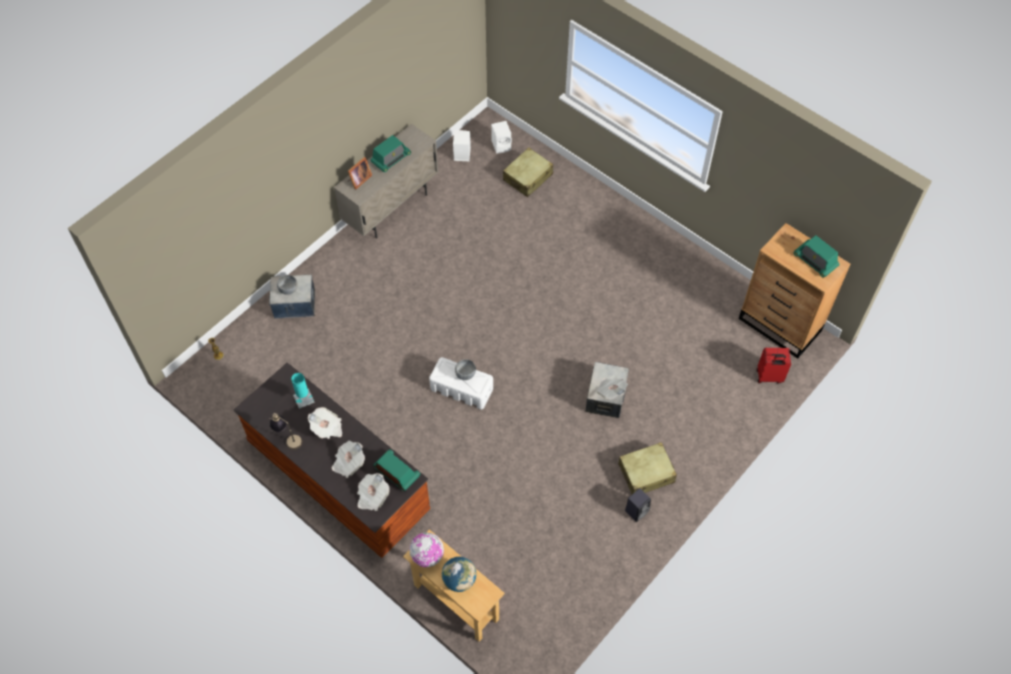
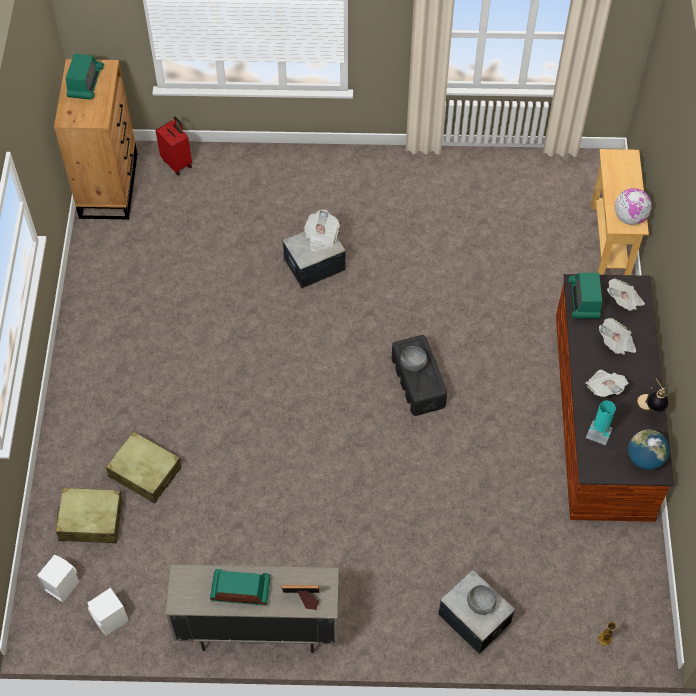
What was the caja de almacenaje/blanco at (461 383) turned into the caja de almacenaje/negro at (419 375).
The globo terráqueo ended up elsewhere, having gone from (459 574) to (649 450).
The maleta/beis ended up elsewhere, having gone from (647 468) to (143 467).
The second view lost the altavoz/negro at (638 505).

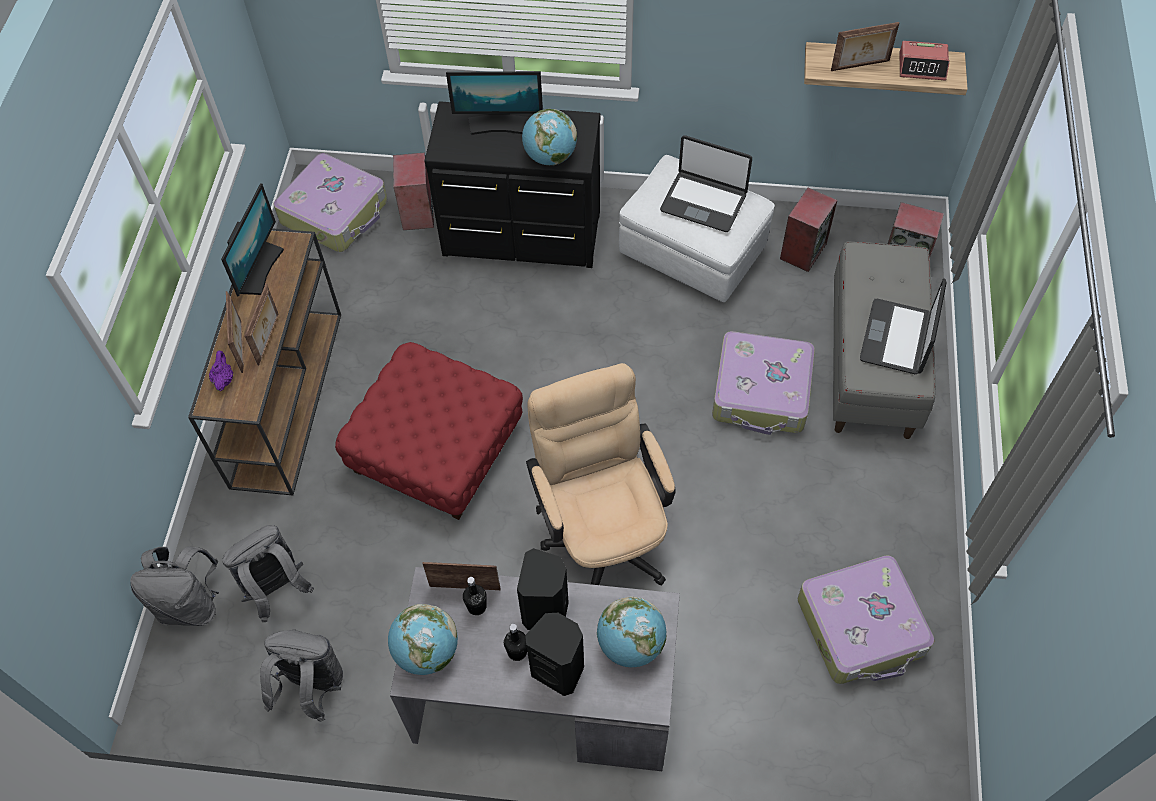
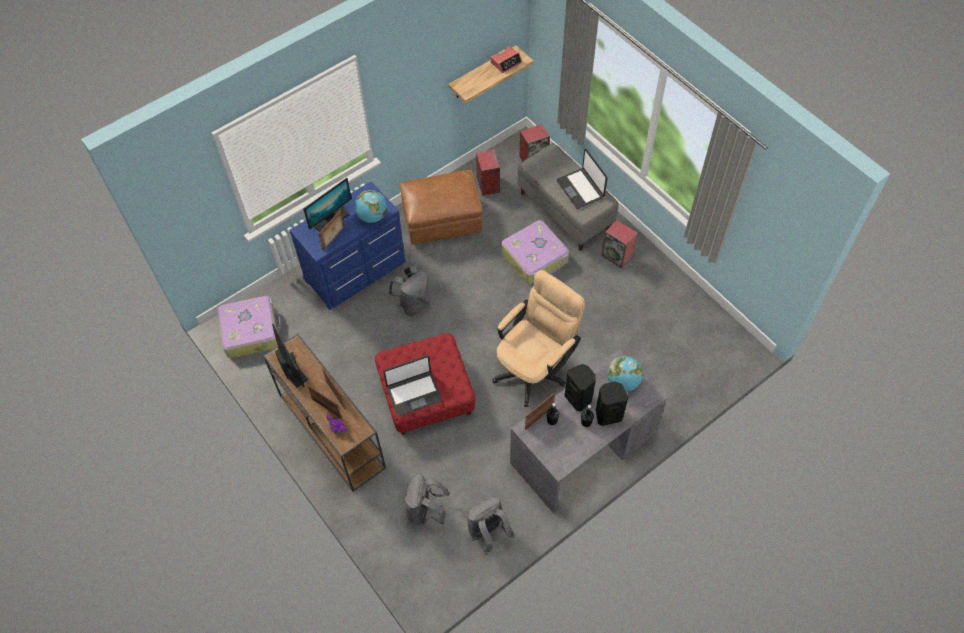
The mochila/gris ended up elsewhere, having gone from (174 586) to (409 290).
The second view lost the globo terráqueo at (423 639).
The altavoz ended up elsewhere, having gone from (413 191) to (619 244).
What was the cómoda/negro at (512 184) turned into the cómoda/azul at (347 245).
The silla de oficina/beis at (601 474) ended up facing another way, 105 degrees clockwise from before.
What was the puf/blanco at (697 228) turned into the puf/marrón at (441 207).
The portátil ended up elsewhere, having gone from (706 183) to (412 385).
The second view lost the maleta at (866 619).
The portarretratos ended up elsewhere, having gone from (865 46) to (332 230).

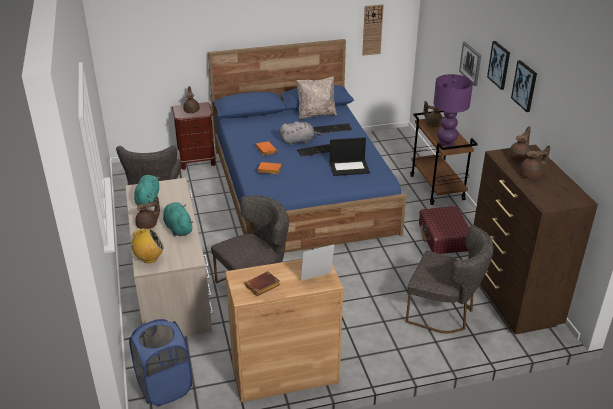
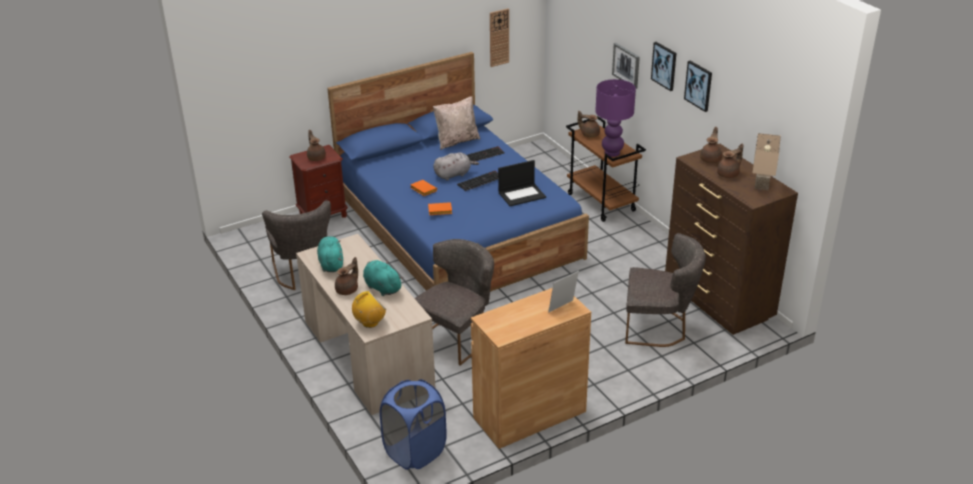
The second view lost the libro/marrón at (262 283).
The second view lost the maleta/rojo at (444 230).
The second view gained the lámpara de mesa/beis at (767 161).

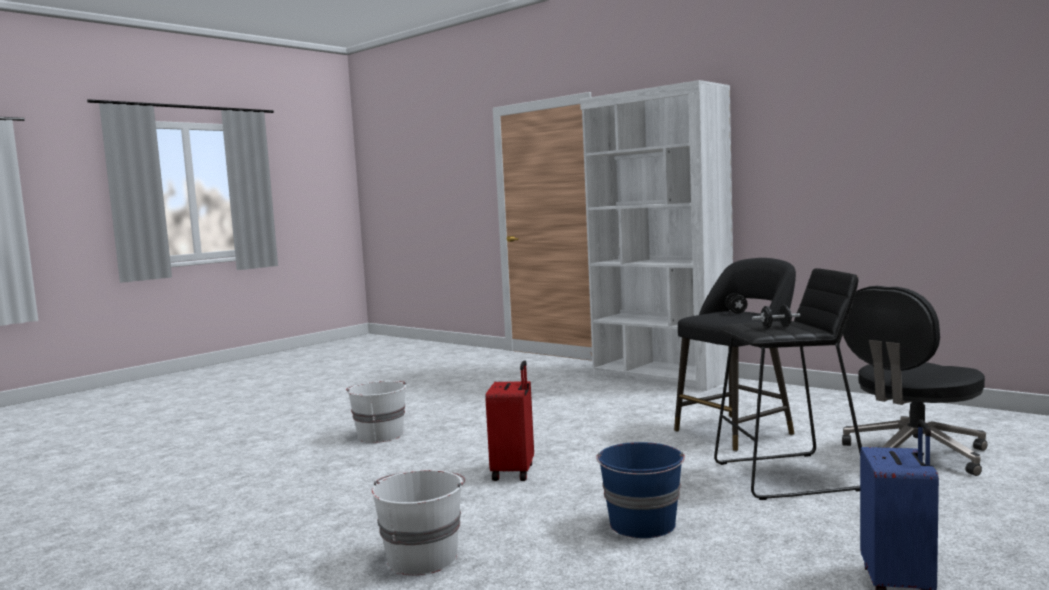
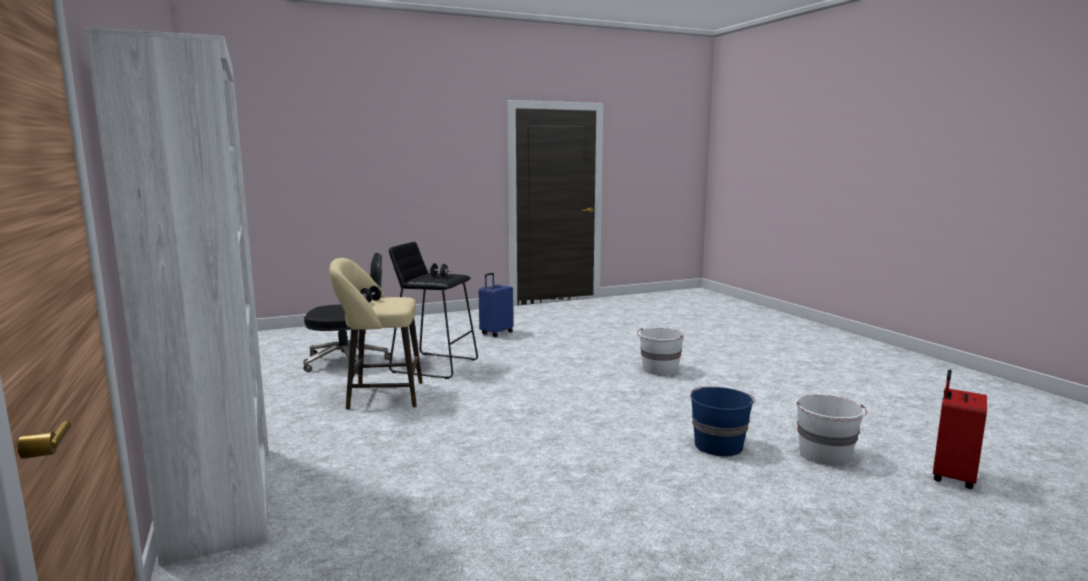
The cubo/blanco ended up elsewhere, having gone from (376 412) to (831 430).
The maleta/rojo ended up elsewhere, having gone from (509 420) to (960 429).
The cubo/azul ended up elsewhere, having gone from (640 490) to (722 422).
What was the taburete/negro at (735 355) turned into the taburete/beis at (376 334).

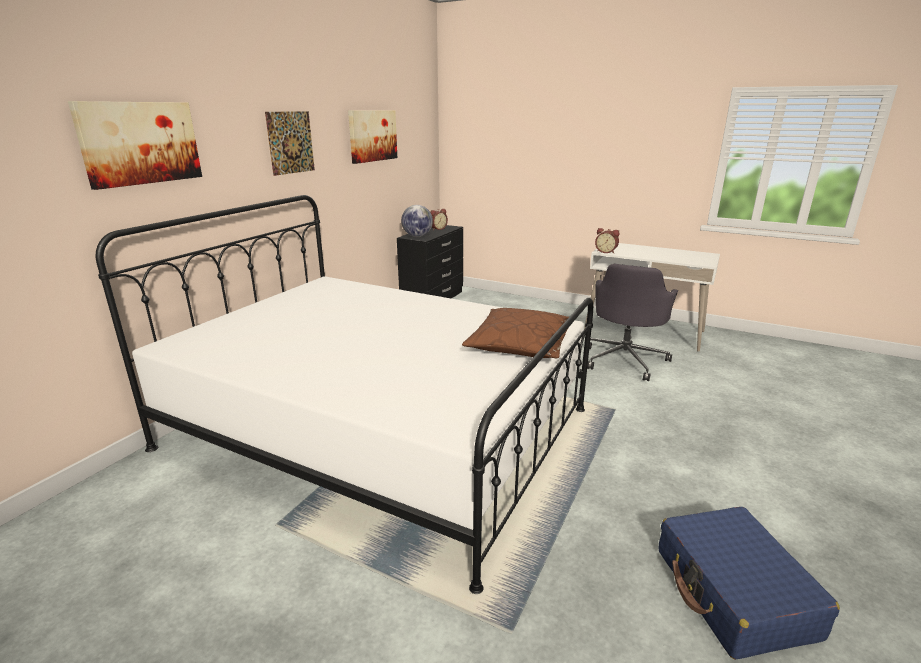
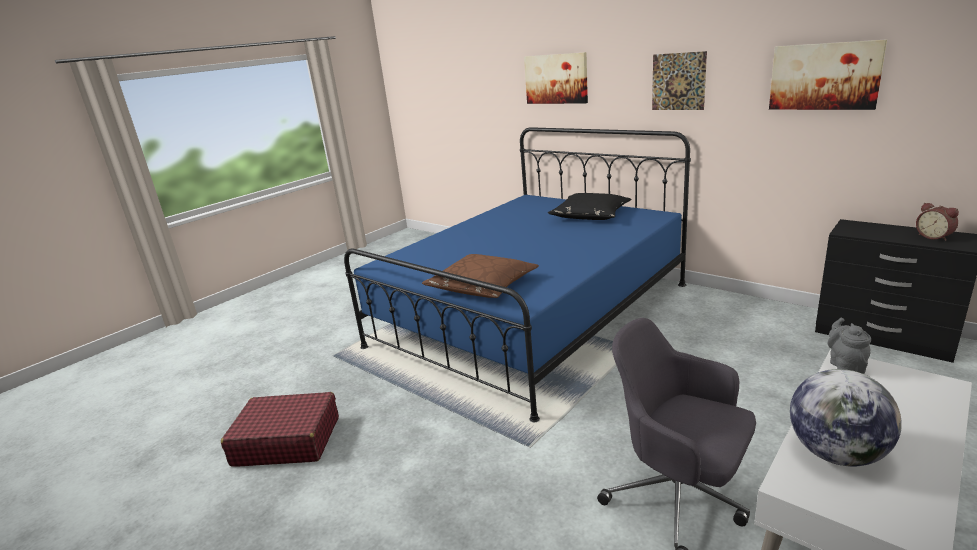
What was the cama/blanco at (344 394) turned into the cama/azul at (517 274).
The globo terráqueo ended up elsewhere, having gone from (417 221) to (846 417).
Where the despertador stood at (607 240), the tetera/gris came to stand at (849 346).
What was the maleta/azul at (749 583) turned into the maleta/rojo at (280 429).
The second view gained the cojín/negro at (589 206).

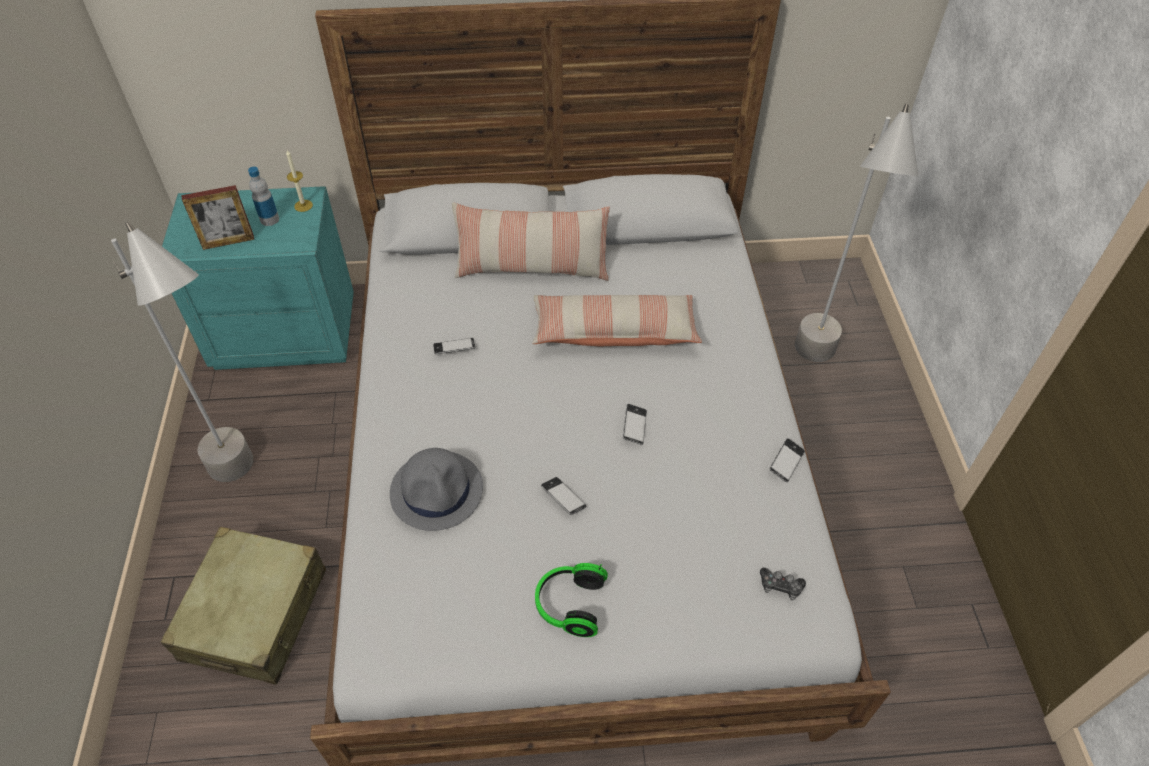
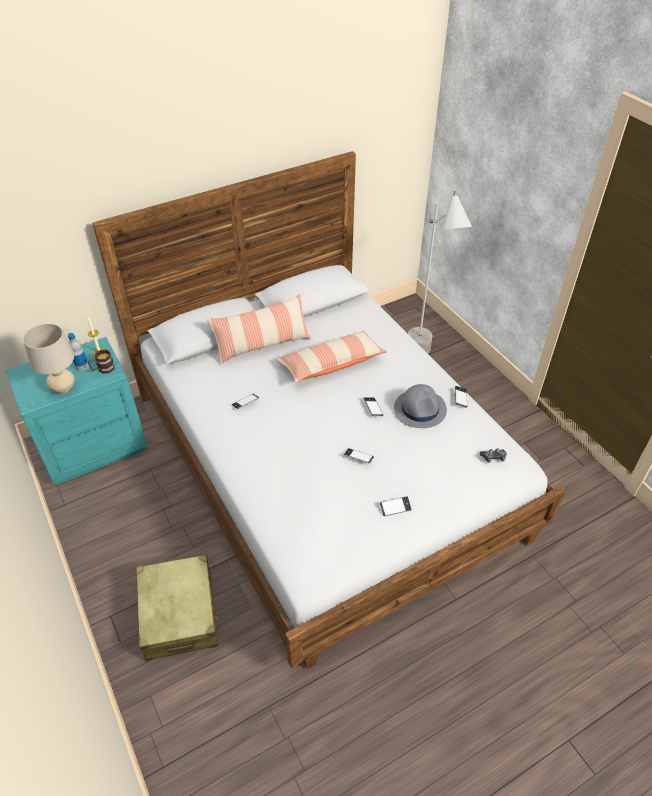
The second view lost the lámpara de pie/gris at (182 351).
Where the portarretratos stood at (217 217), the lámpara de mesa/beis came to stand at (48 358).
The sombrero/gris ended up elsewhere, having gone from (436 489) to (420 406).
Where the auriculares stood at (571 600), the móvil came to stand at (395 506).
The second view gained the taza grande at (101 361).

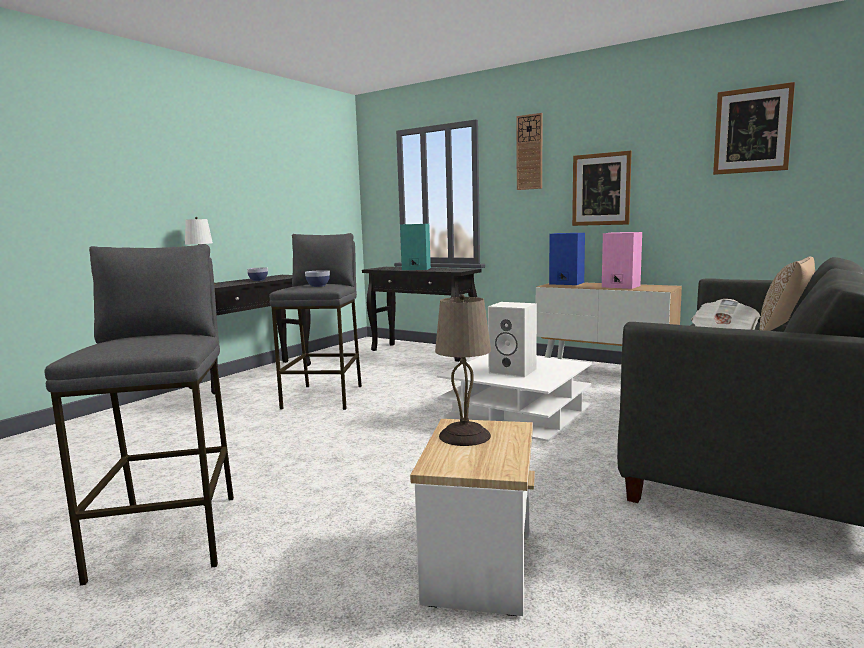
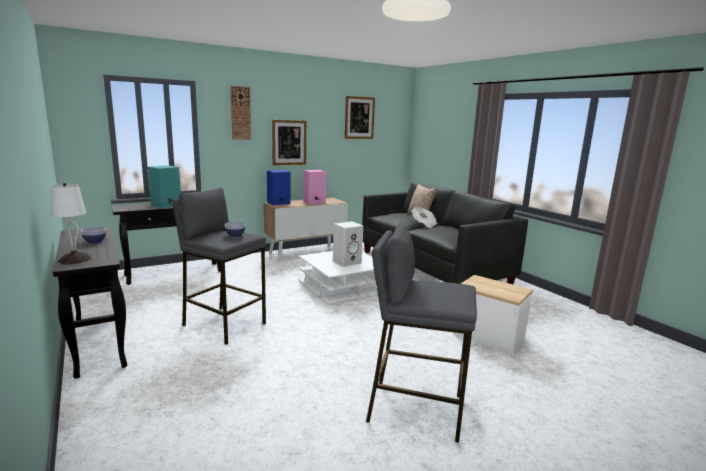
The second view lost the lámpara de mesa/beis at (463 370).

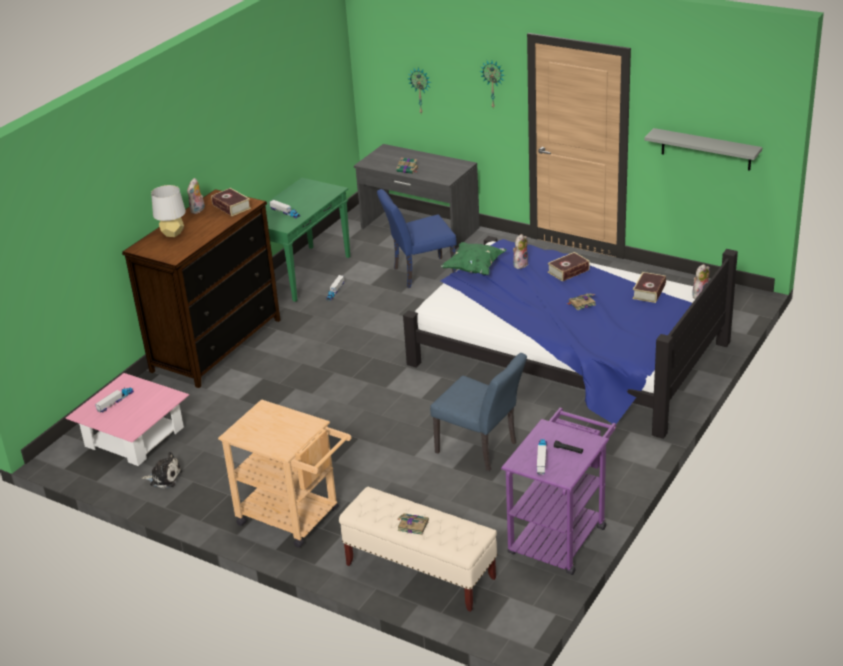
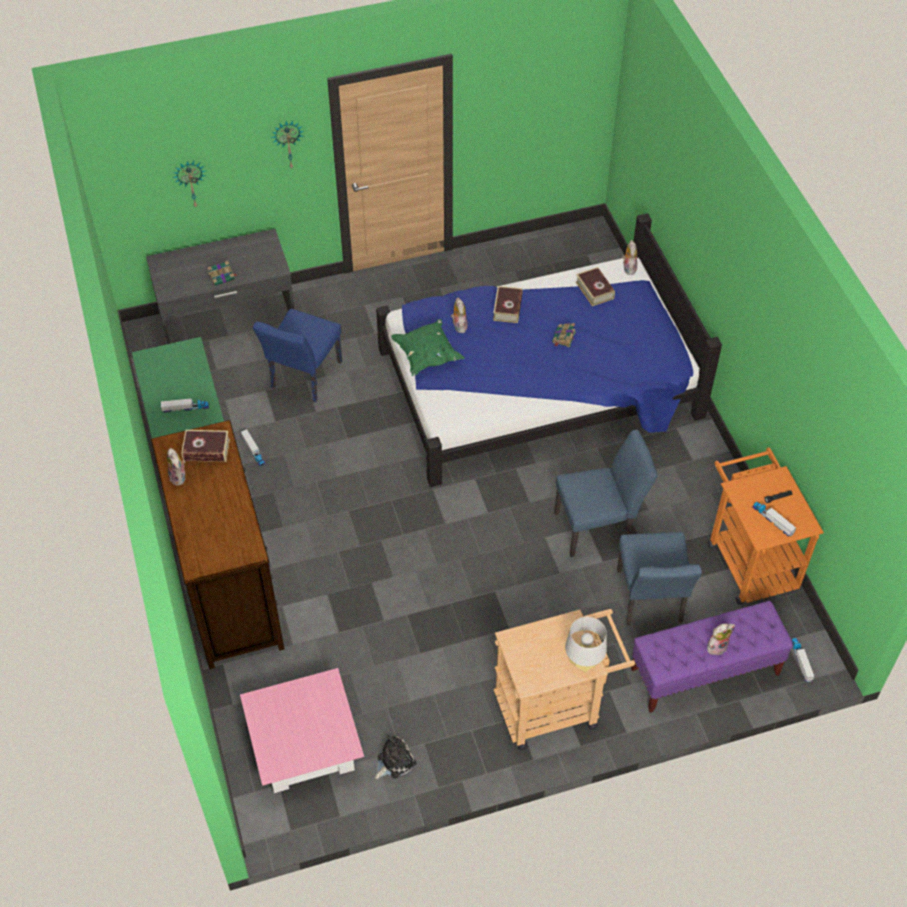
The camión de juguete ended up elsewhere, having gone from (114 400) to (803 660).
The lámpara de mesa/gris ended up elsewhere, having gone from (168 211) to (586 644).
What was the banco/beis at (418 549) turned into the banco/morado at (712 657).
Where the libro stood at (413 524), the peluche came to stand at (721 639).
What was the carrito/morado at (558 491) turned into the carrito/naranja at (766 526).
The second view lost the estante/gris at (703 149).
The second view gained the silla/azul at (659 579).

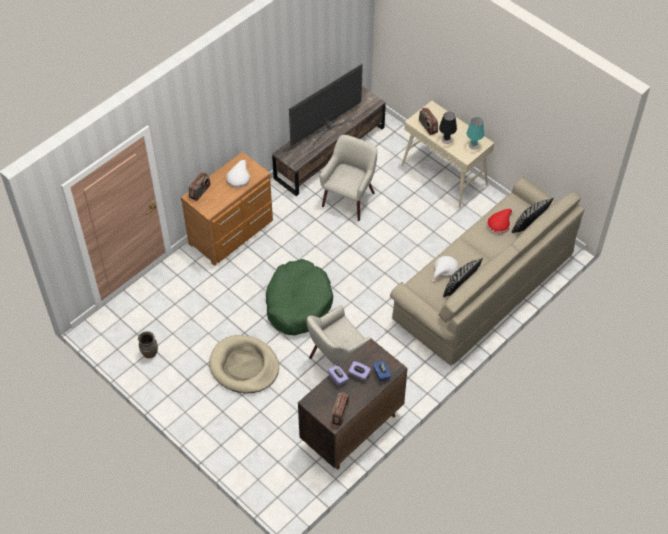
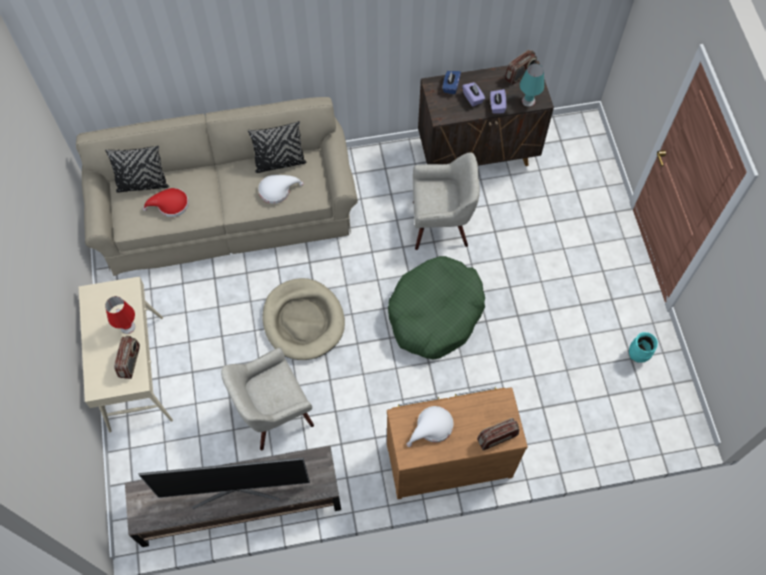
What was the florero/marrón at (148 344) turned into the florero/turquesa at (643 347).
The cama para perro/beis ended up elsewhere, having gone from (244 364) to (303 319).
What was the lámpara de mesa/negro at (448 128) turned into the lámpara de mesa/rojo at (120 315).
The lámpara de mesa/turquesa ended up elsewhere, having gone from (475 133) to (532 85).

